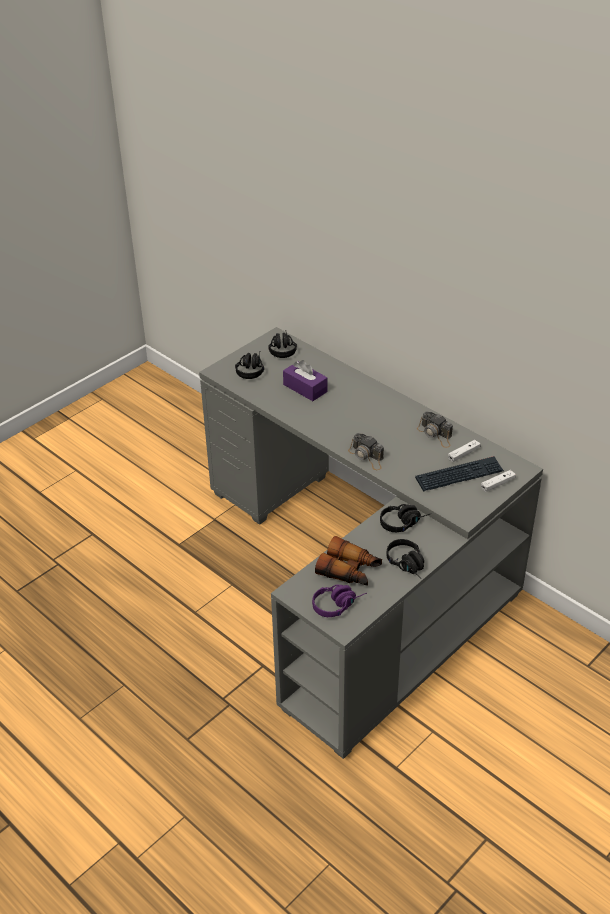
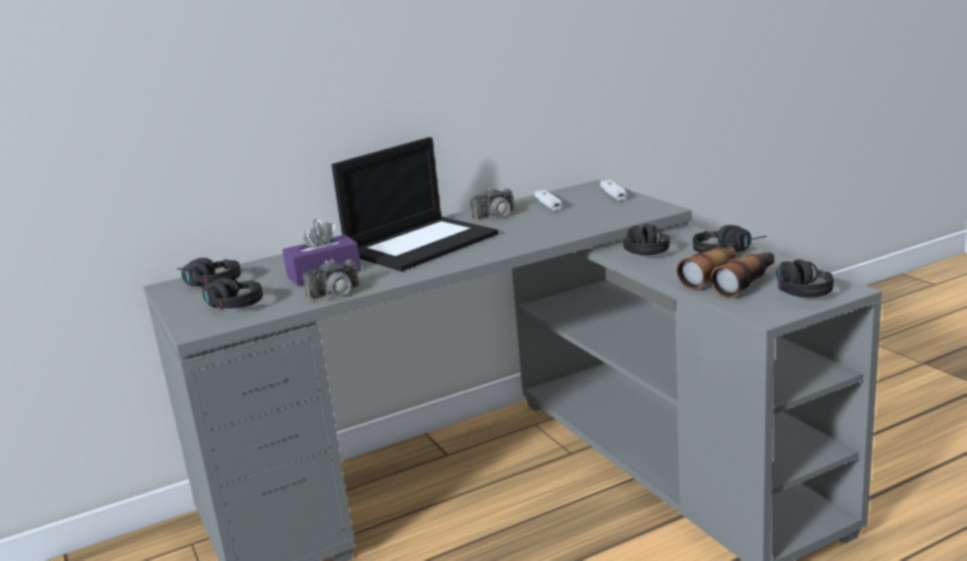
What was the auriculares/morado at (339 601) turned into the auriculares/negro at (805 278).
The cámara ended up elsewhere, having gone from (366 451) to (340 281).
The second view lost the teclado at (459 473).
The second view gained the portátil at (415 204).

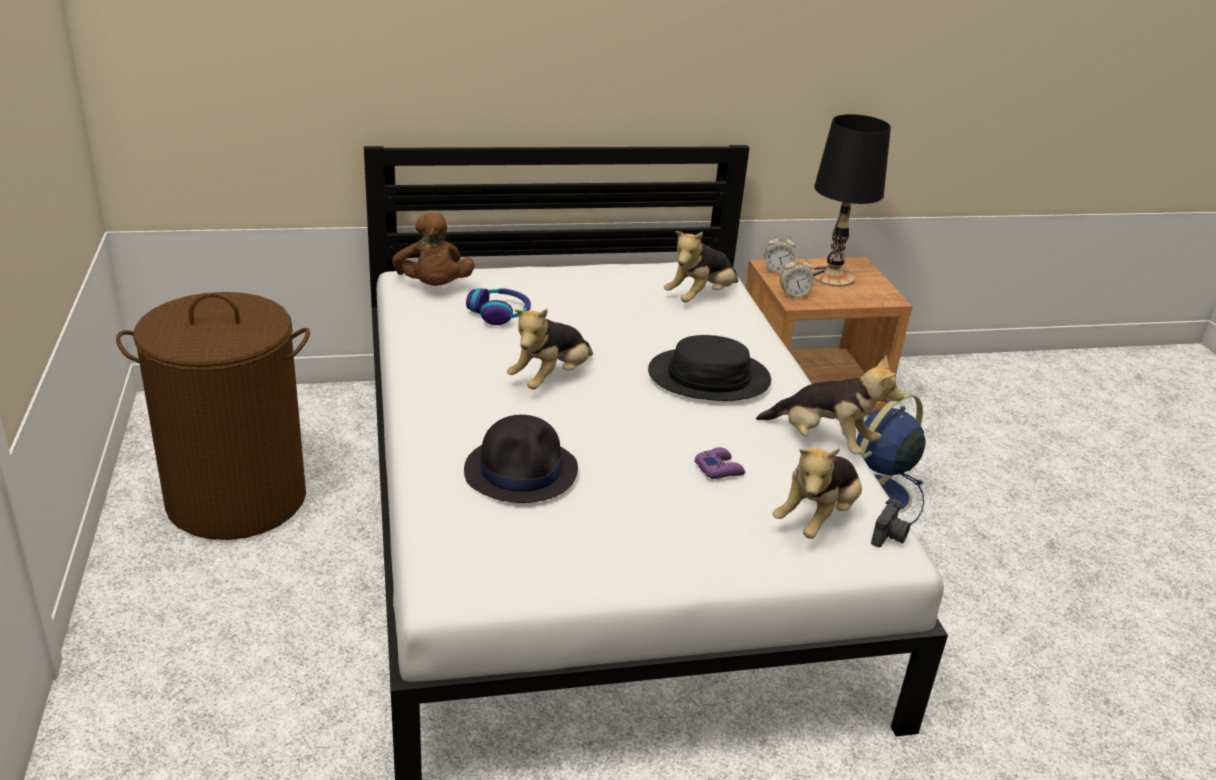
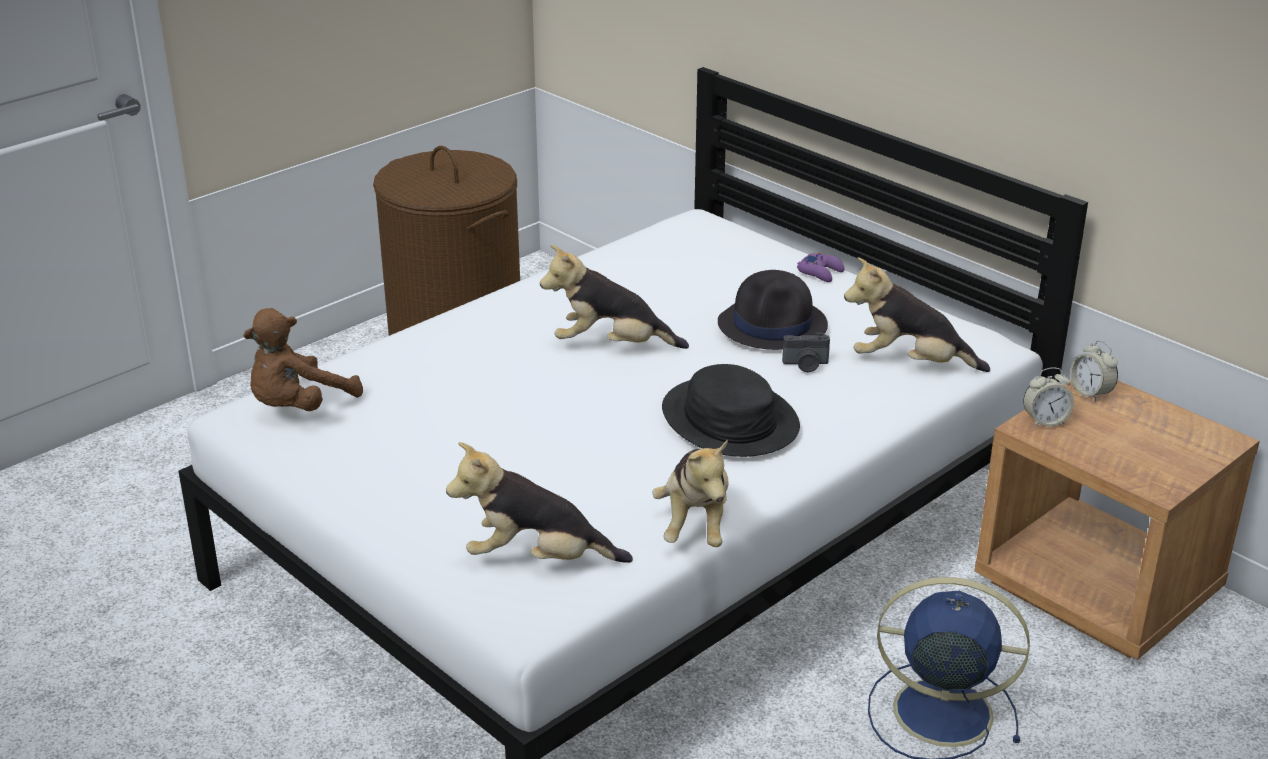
The peluche/marrón ended up elsewhere, having gone from (433 249) to (303 359).
The sombrero/negro ended up elsewhere, having gone from (521 459) to (773 310).
The second view lost the auriculares at (498 306).
The mando de consola/morado ended up elsewhere, having gone from (719 463) to (821 267).
The despertador at (797 277) ended up facing another way, 60 degrees counterclockwise from before.
The second view lost the lámpara de mesa/negro at (851 200).
The cámara ended up elsewhere, having gone from (891 522) to (806 352).

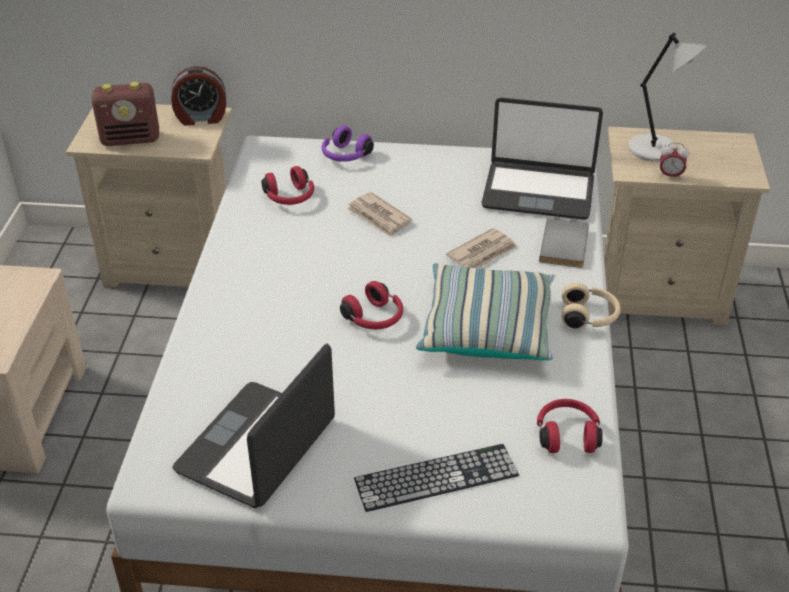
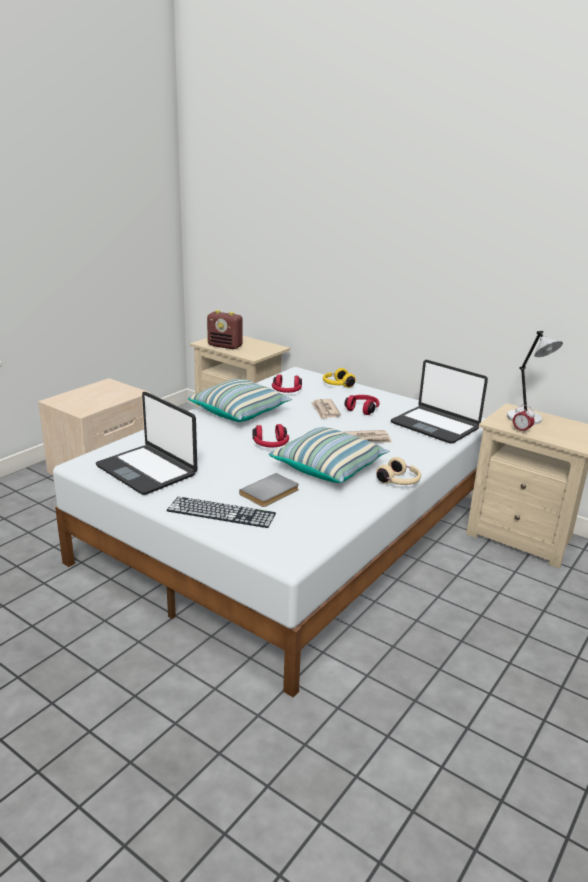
The second view lost the despertador at (198 95).
The portátil at (253 426) ended up facing another way, 105 degrees counterclockwise from before.
What was the auriculares/morado at (348 144) turned into the auriculares/amarillo at (339 378).
The auriculares/rojo ended up elsewhere, having gone from (570 426) to (362 405).
The libro/gris ended up elsewhere, having gone from (564 243) to (269 490).
The second view gained the cojín at (240 400).

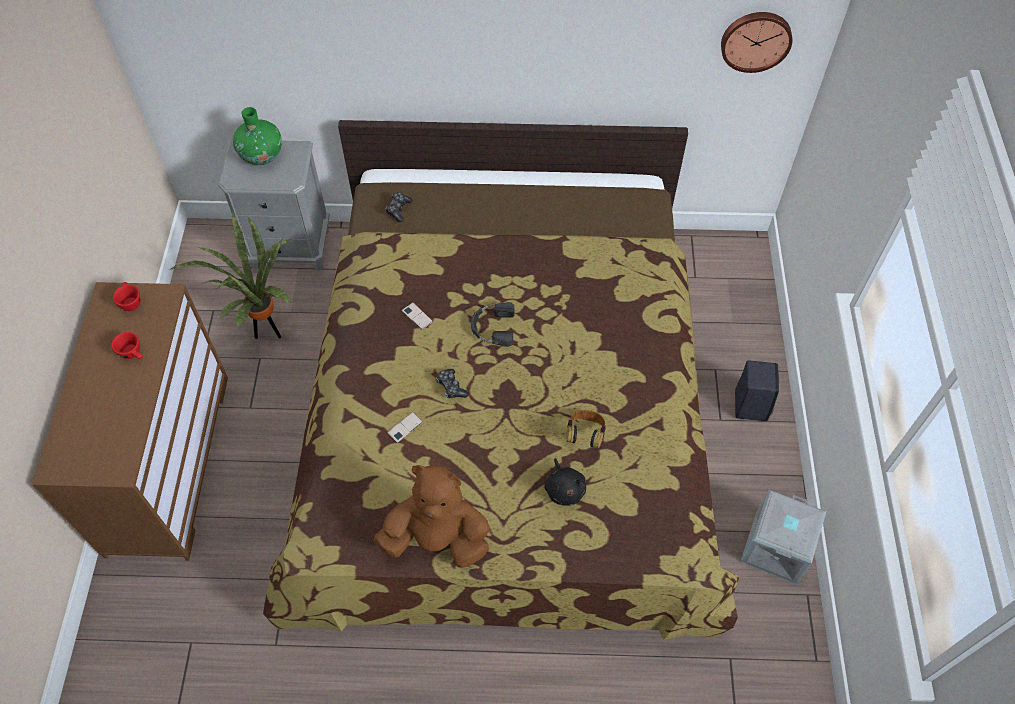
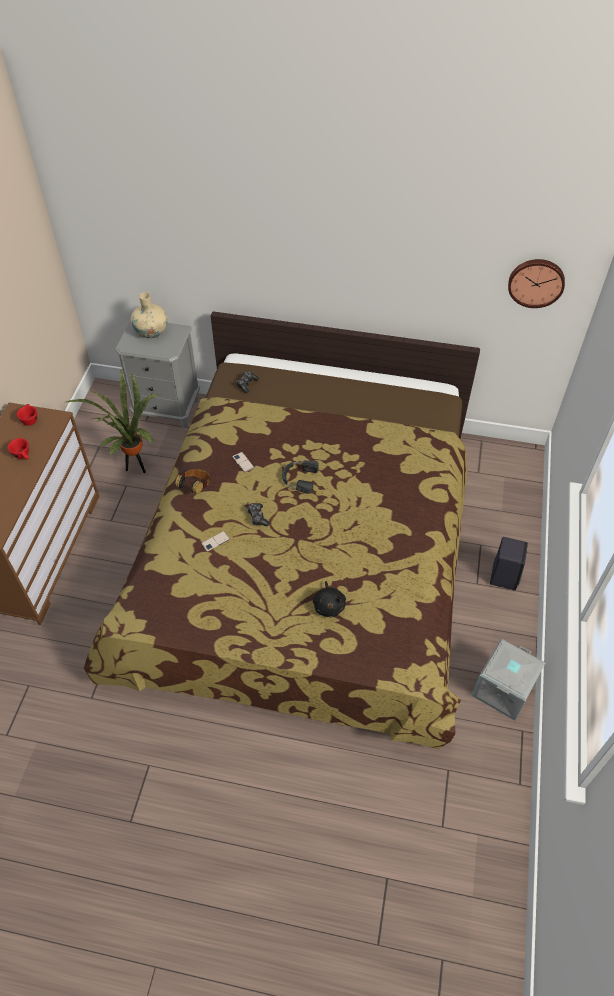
What was the florero/verde at (257 136) turned into the florero/beis at (149 315).
The second view lost the peluche/marrón at (432 516).
The auriculares ended up elsewhere, having gone from (586 429) to (192 481).

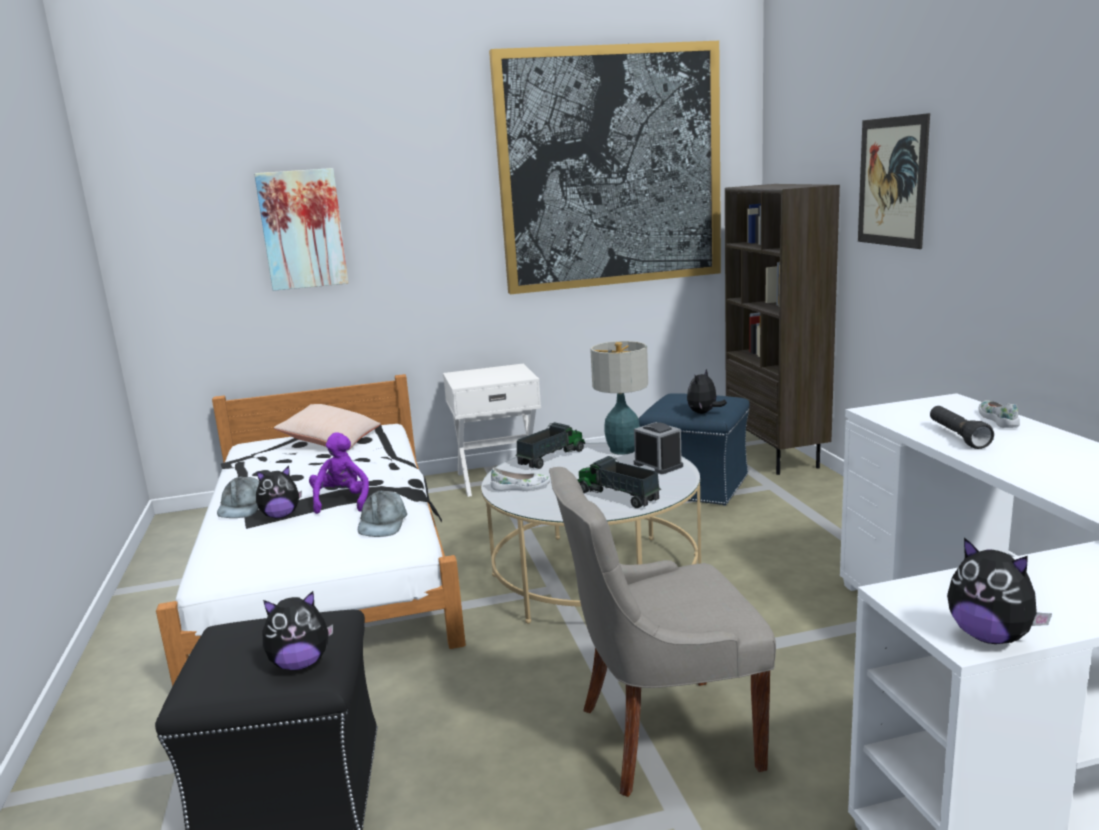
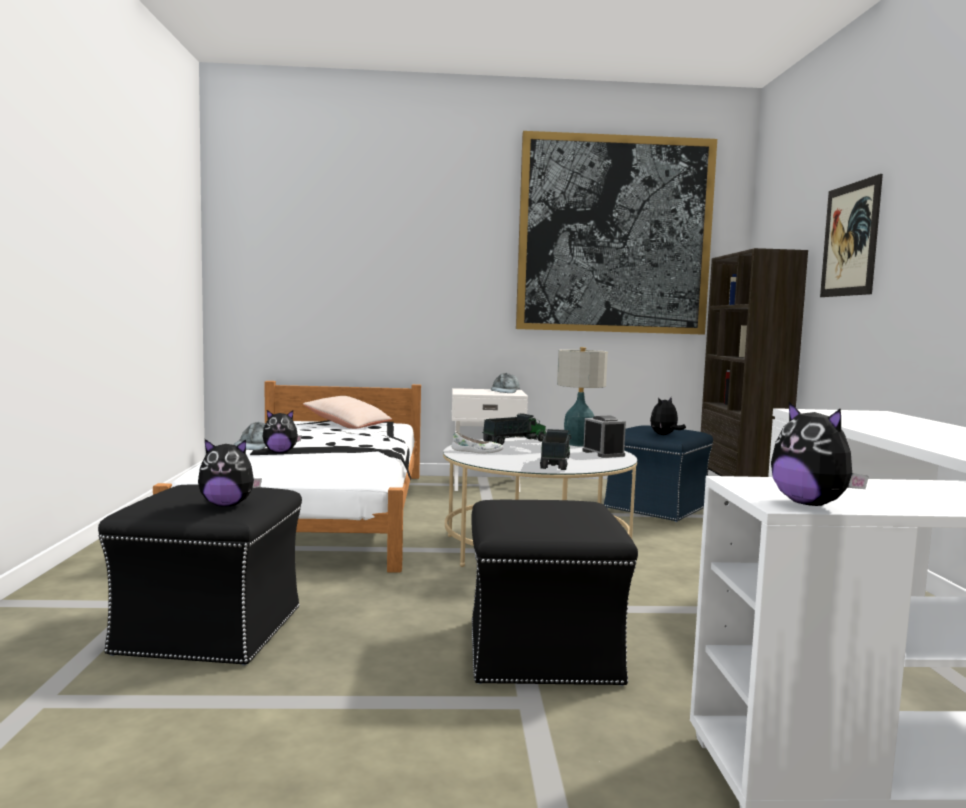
The second view lost the cuadro at (301 229).
The second view lost the peluche/morado at (339 473).
The gorra/gris ended up elsewhere, having gone from (382 514) to (505 383).
Where the silla/gris stood at (662 632), the puf/negro came to stand at (554 593).
The camión de juguete at (619 482) ended up facing another way, 45 degrees clockwise from before.
The second view lost the linterna/negro at (962 427).
The second view lost the zapato/blanco at (999 414).

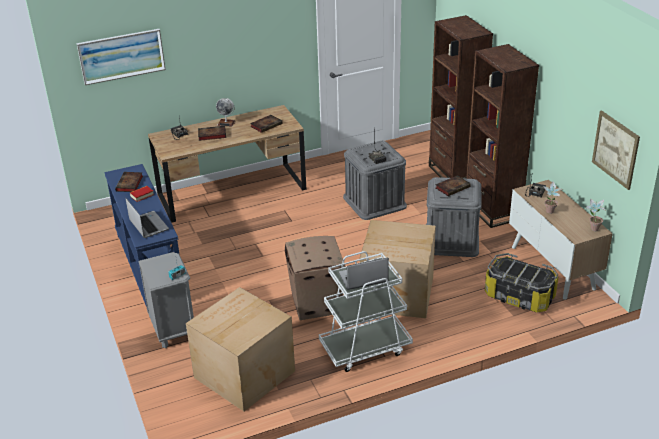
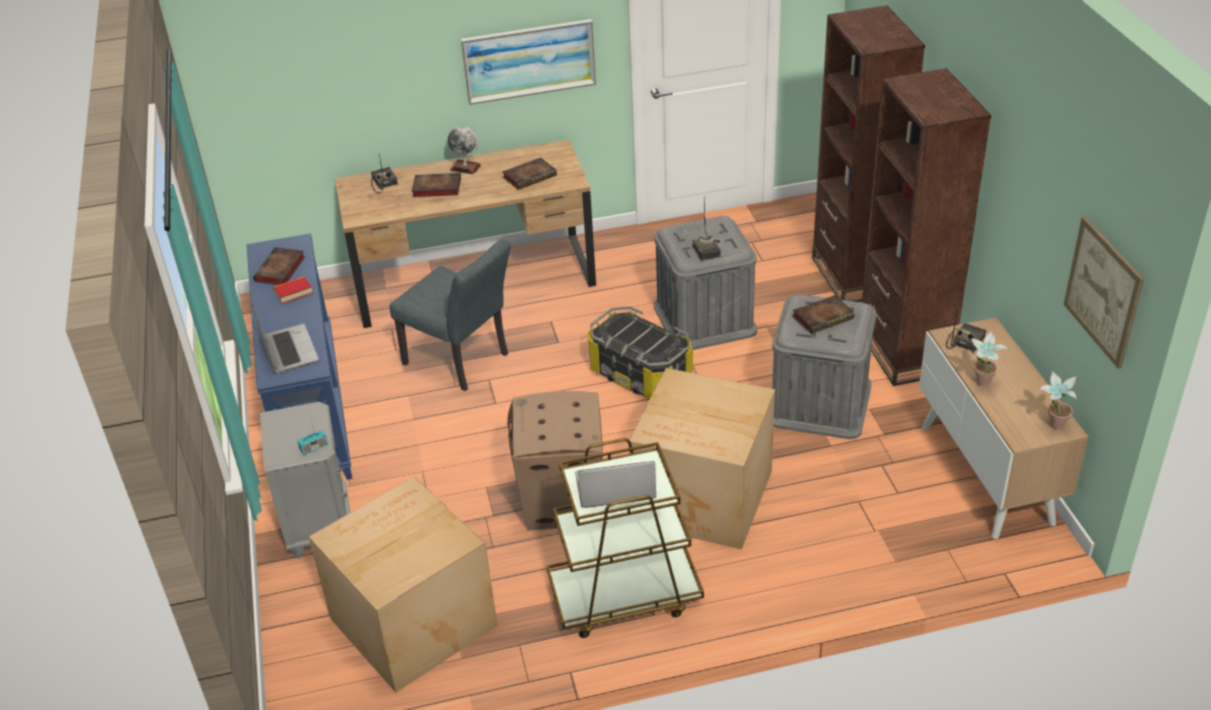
The cuadro ended up elsewhere, having gone from (121 57) to (528 62).
What was the carrito/blanco at (366 311) turned into the carrito/marrón at (625 538).
The caja de almacenaje ended up elsewhere, having gone from (521 282) to (640 352).
The second view gained the silla/gris at (450 315).

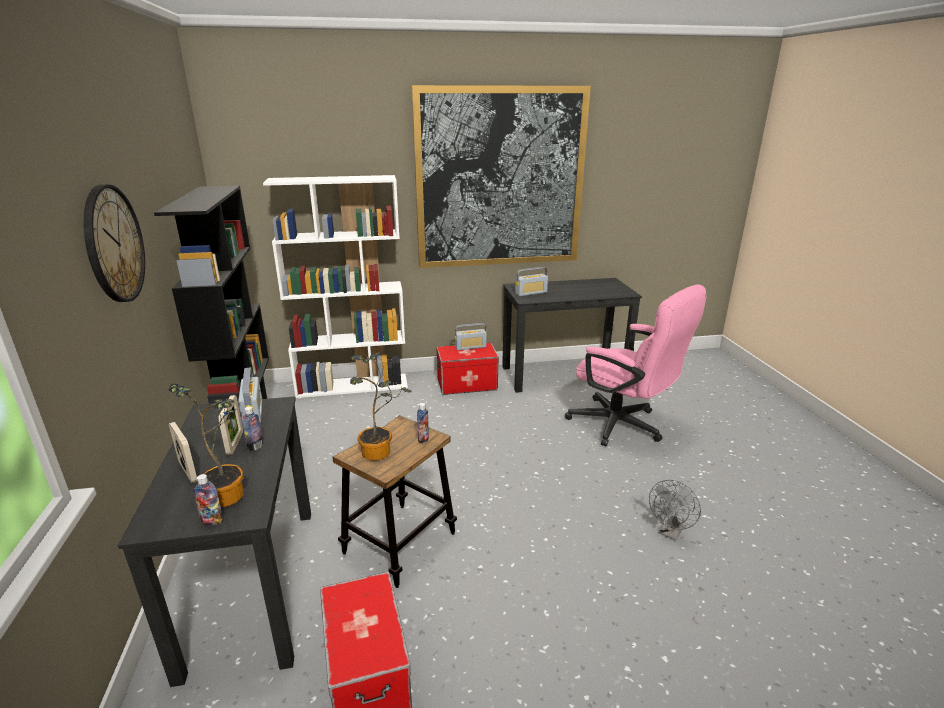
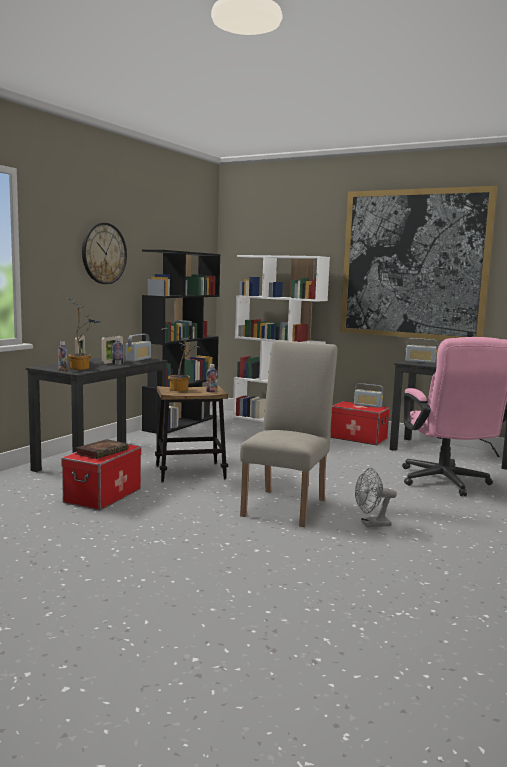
The second view gained the libro at (102 449).
The second view gained the silla/beis at (289 434).

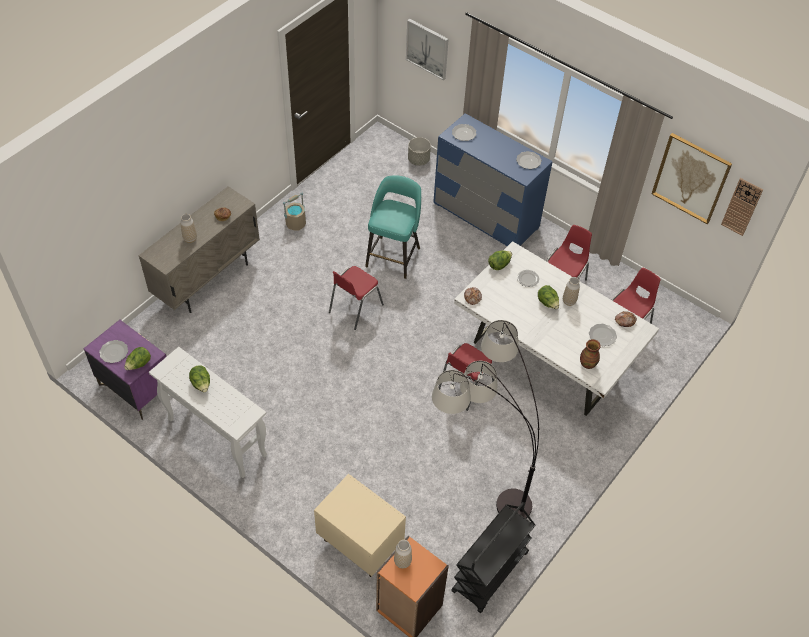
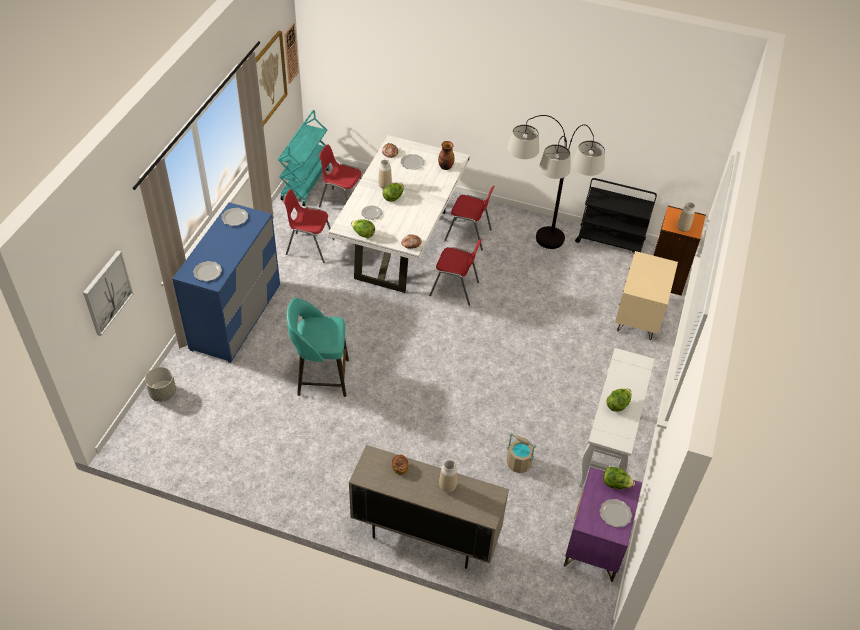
The cubo/beis ended up elsewhere, having gone from (294 212) to (521 453).
The silla/rojo ended up elsewhere, having gone from (356 298) to (469 218).
The second view gained the carrito/turquesa at (304 158).

